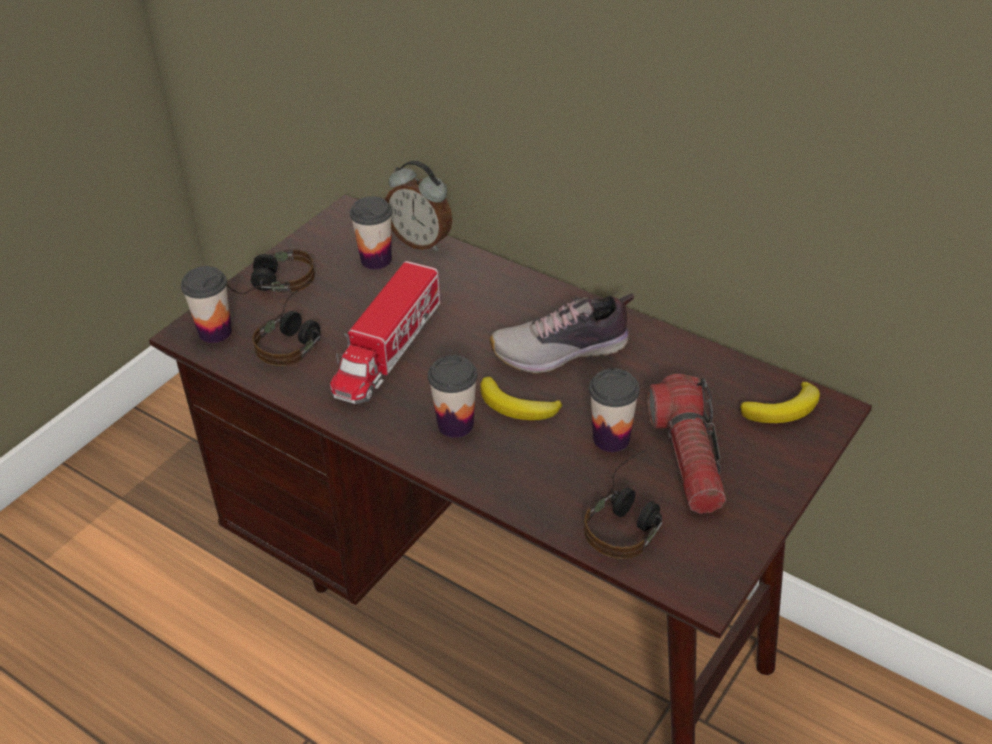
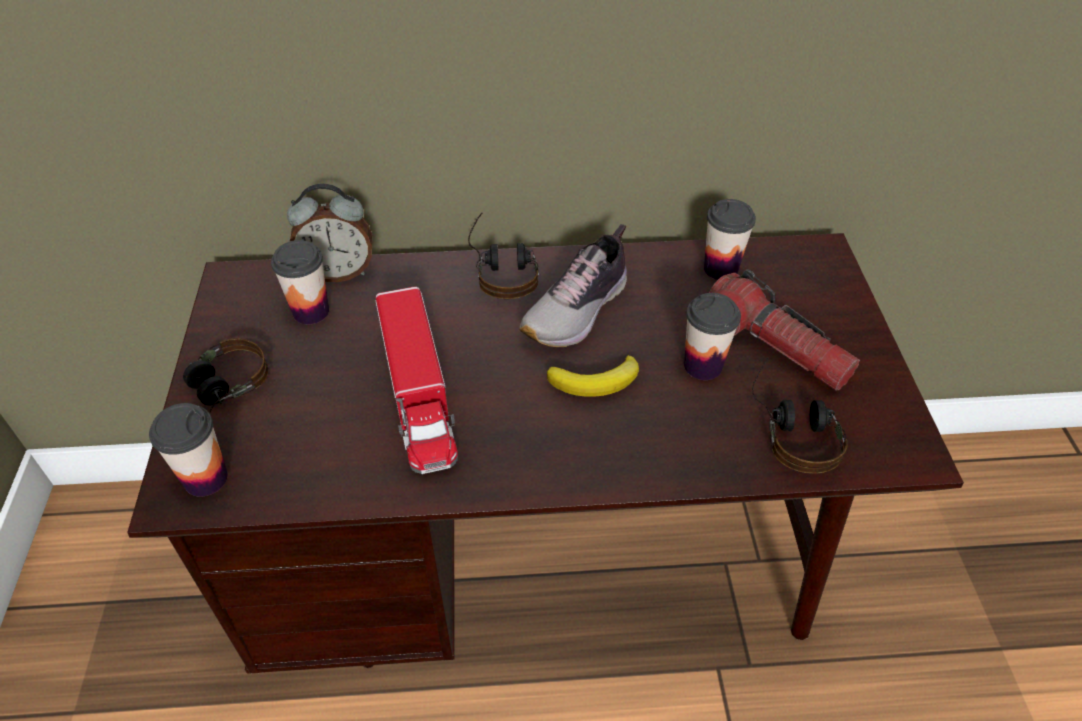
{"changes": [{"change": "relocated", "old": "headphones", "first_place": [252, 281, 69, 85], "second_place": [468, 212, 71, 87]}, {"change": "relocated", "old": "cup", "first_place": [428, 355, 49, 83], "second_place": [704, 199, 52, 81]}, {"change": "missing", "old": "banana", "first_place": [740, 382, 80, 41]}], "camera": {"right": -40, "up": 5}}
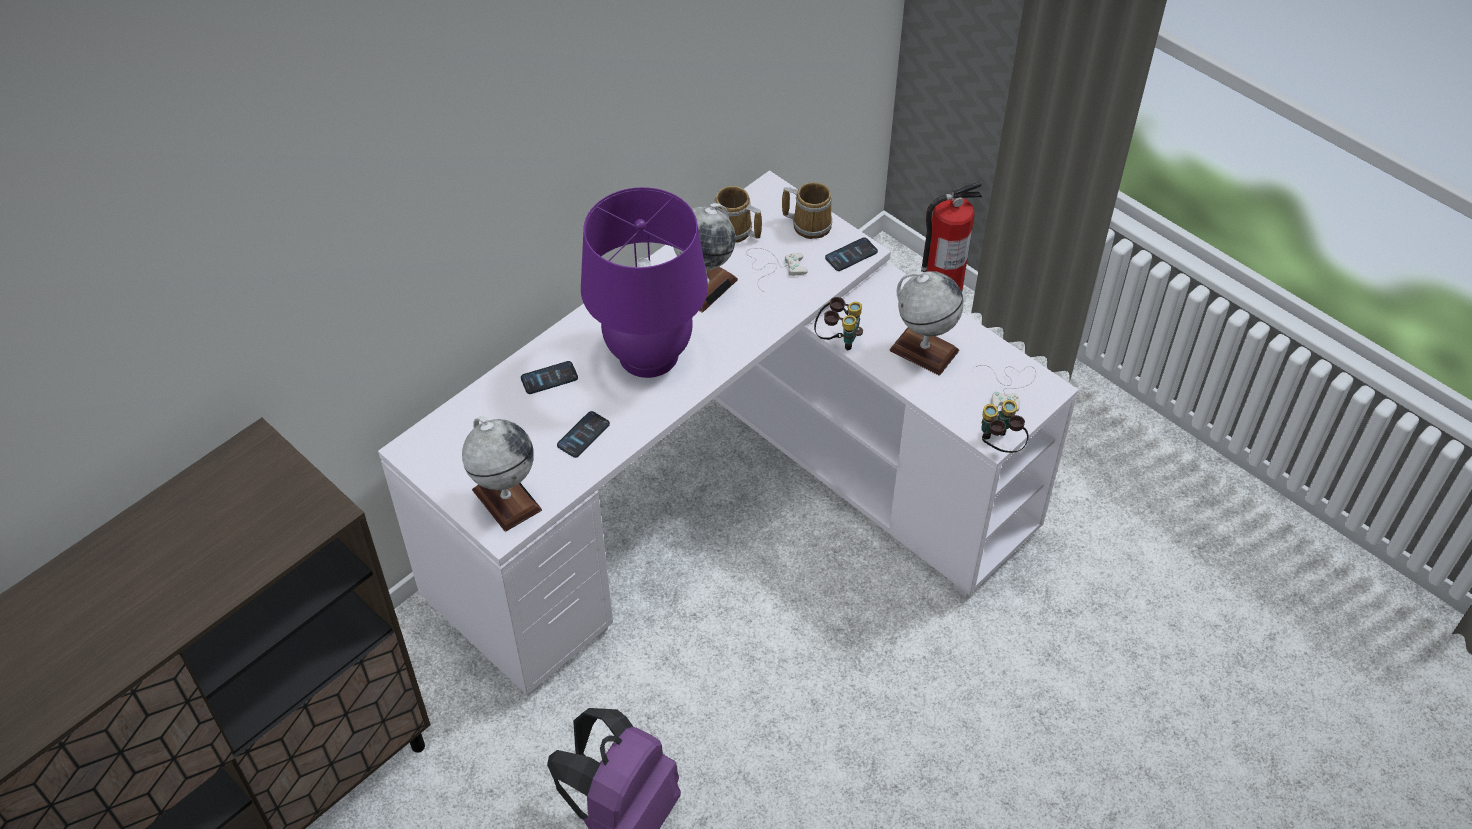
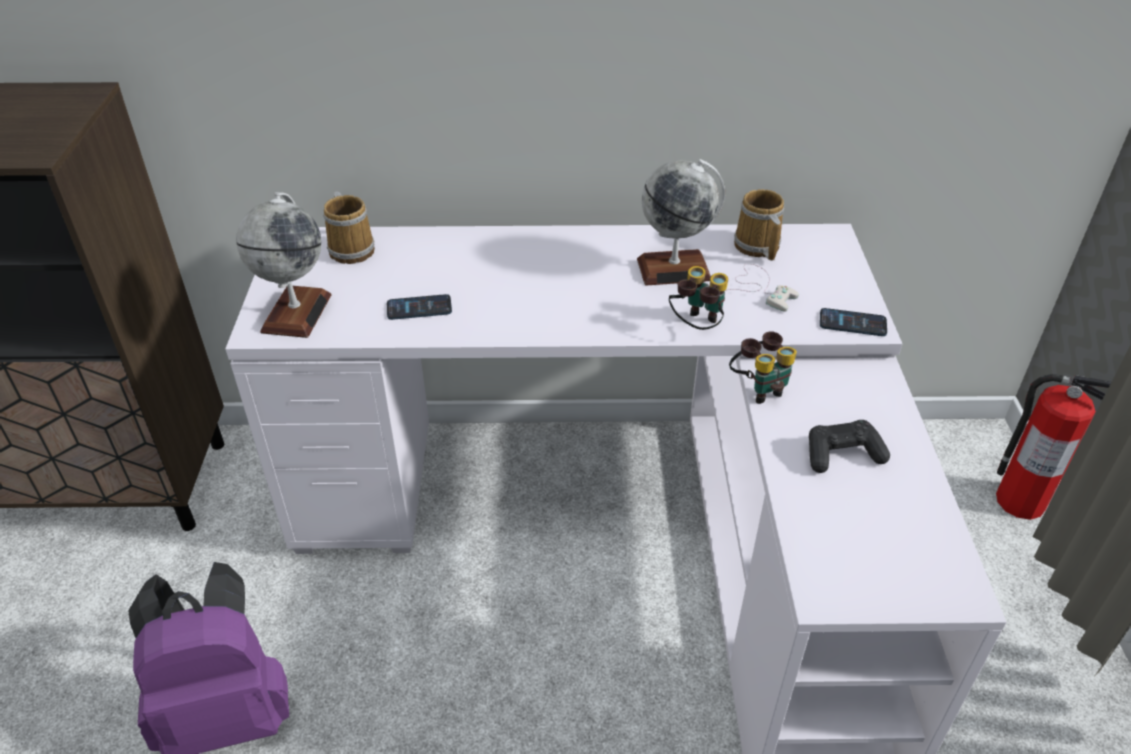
{"changes": [{"change": "relocated", "old": "mug", "first_place": [782, 182, 51, 57], "second_place": [323, 192, 52, 72]}, {"change": "missing", "old": "purple table lamp", "first_place": [581, 187, 127, 191]}, {"change": "exchanged", "old": "globe", "new": "black game controller", "first_place": [890, 271, 74, 104], "second_place": [809, 420, 81, 53]}, {"change": "missing", "old": "phone", "first_place": [521, 361, 57, 33]}, {"change": "missing", "old": "white game controller", "first_place": [972, 365, 64, 46]}, {"change": "relocated", "old": "binoculars", "first_place": [981, 400, 48, 53], "second_place": [669, 266, 59, 64]}], "camera": {"right": 45, "up": -10}}
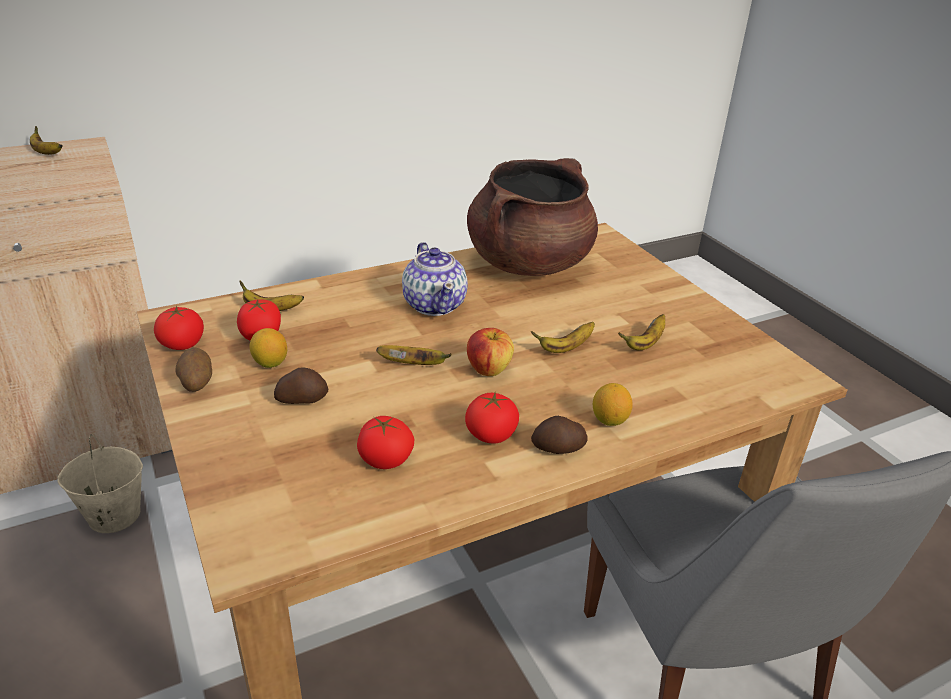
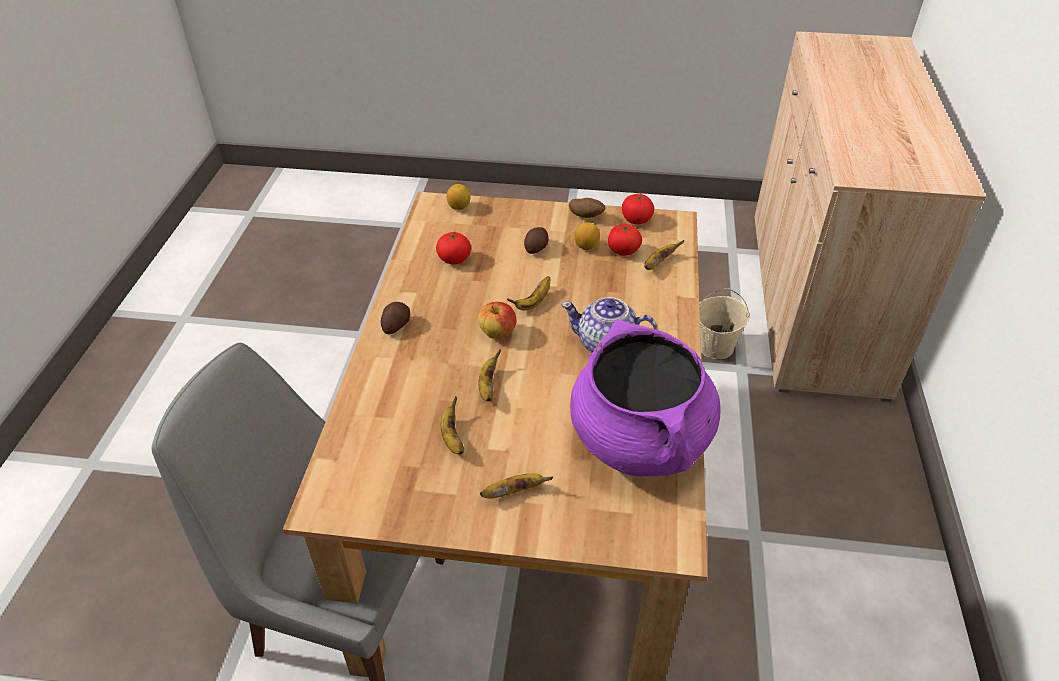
{"changes": [{"change": "relocated", "old": "banana", "first_place": [30, 126, 33, 29], "second_place": [480, 473, 73, 26]}, {"change": "colour", "old": "brown cooking pot", "new": "purple cooking pot", "first_place": [467, 158, 131, 118], "second_place": [570, 320, 151, 156]}, {"change": "relocated", "old": "lemon", "first_place": [593, 383, 40, 43], "second_place": [447, 184, 24, 26]}, {"change": "missing", "old": "tomato", "first_place": [465, 393, 54, 50]}], "camera": {"right": 125, "up": 10}}
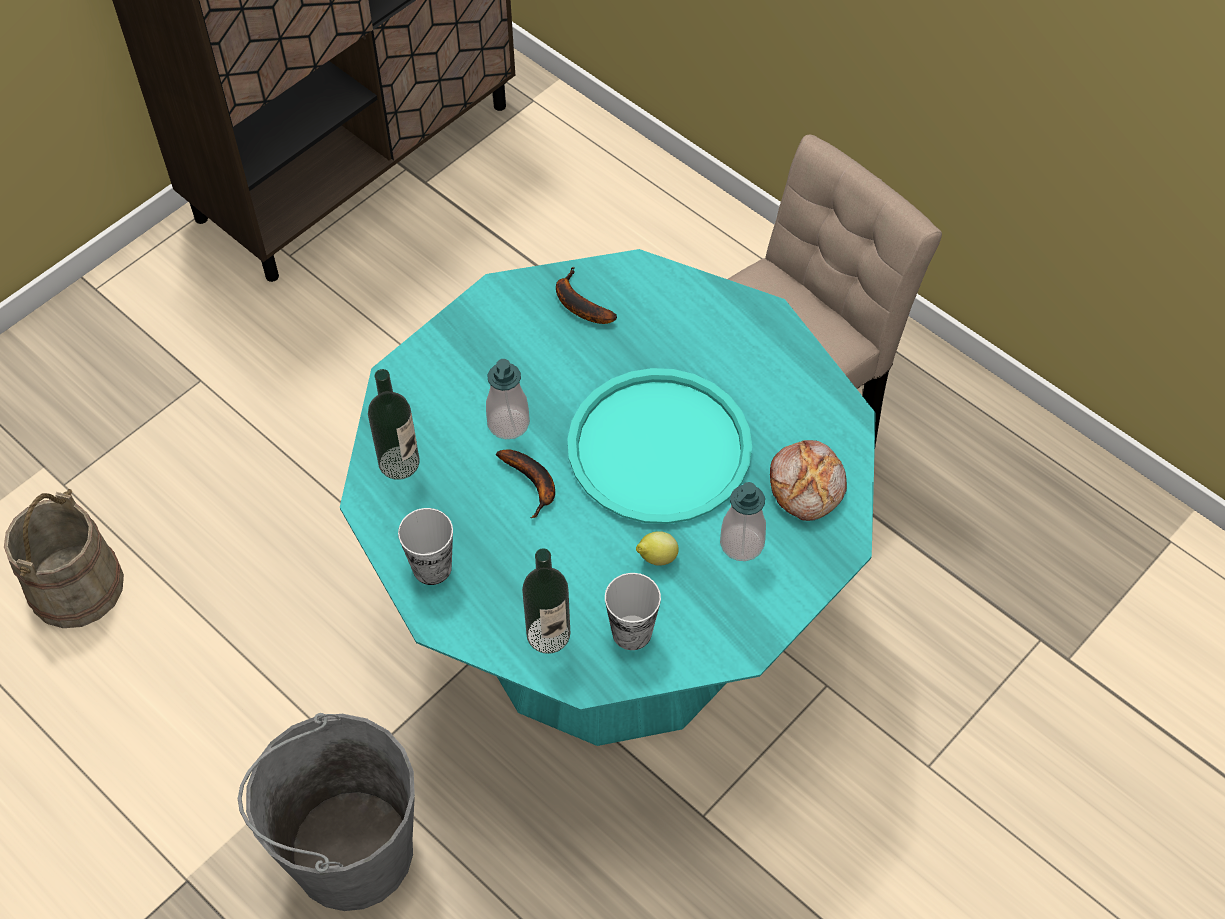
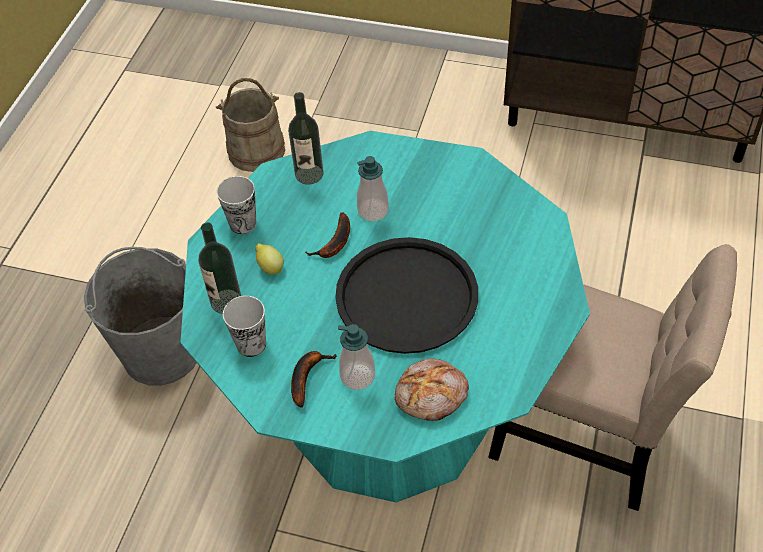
{"changes": [{"change": "relocated", "old": "banana", "first_place": [556, 267, 61, 57], "second_place": [291, 351, 47, 57]}, {"change": "colour", "old": "turquoise tray", "new": "black tray", "first_place": [568, 368, 184, 156], "second_place": [335, 237, 143, 117]}, {"change": "relocated", "old": "lemon", "first_place": [636, 531, 43, 35], "second_place": [255, 243, 29, 31]}], "camera": {"right": 65, "up": -5}}
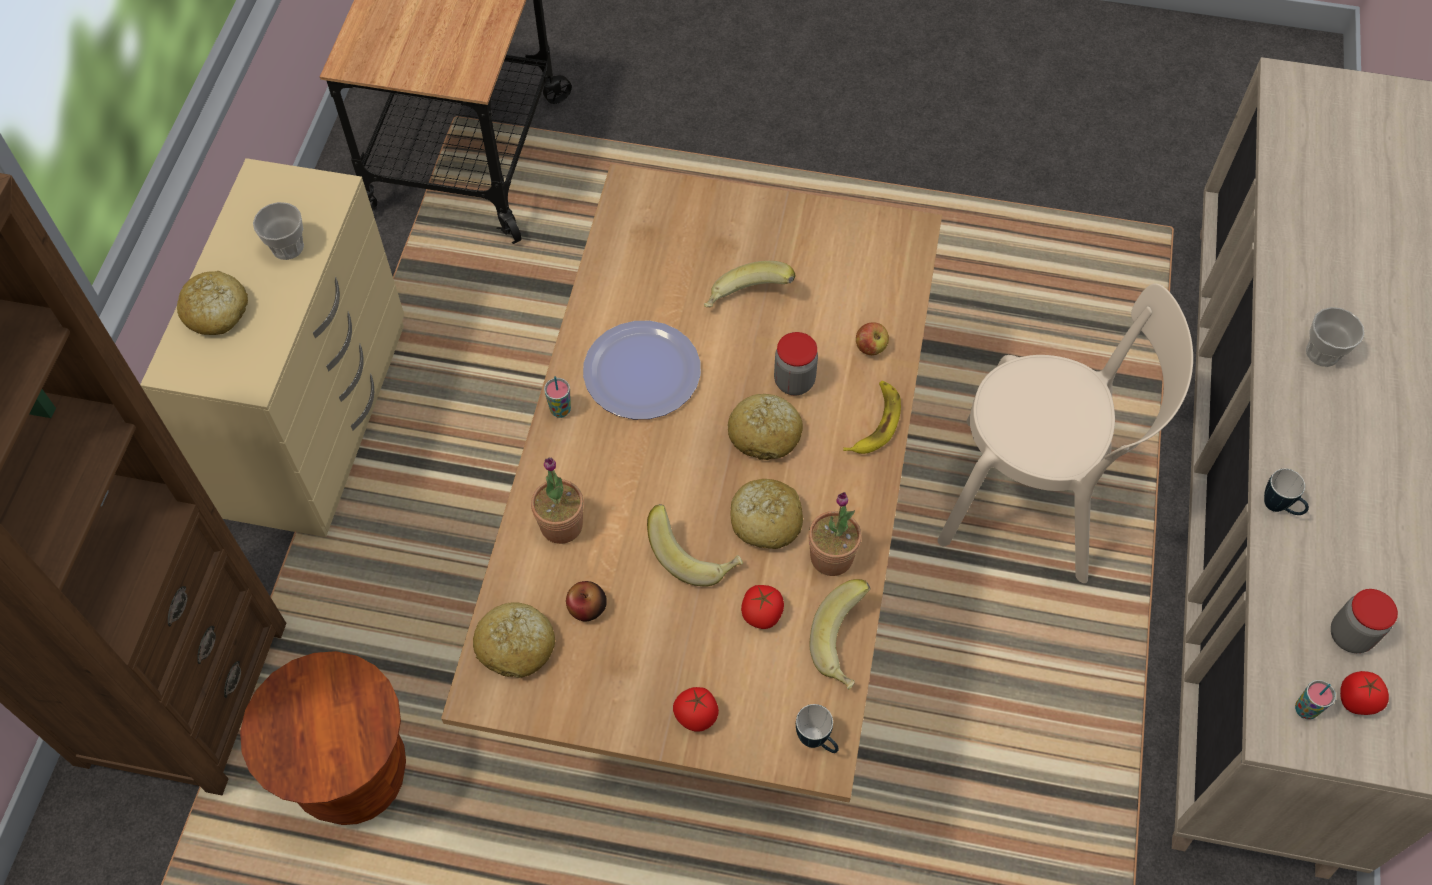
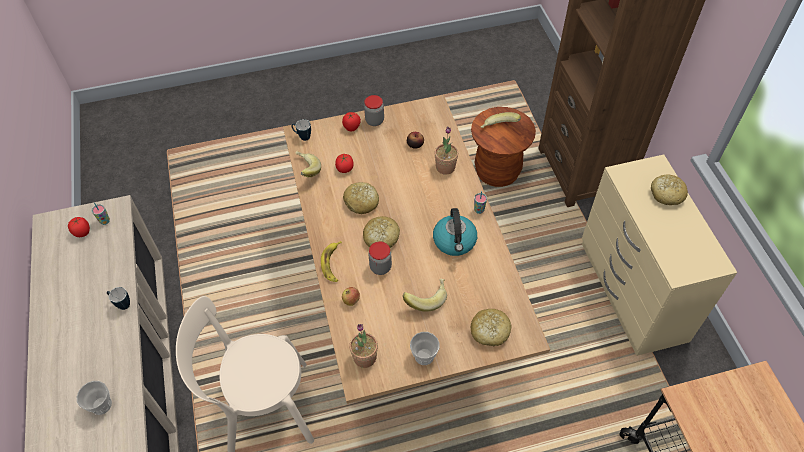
{"changes": [{"change": "relocated", "old": "cup", "first_place": [253, 202, 51, 58], "second_place": [410, 332, 29, 33]}, {"change": "exchanged", "old": "plate", "new": "kettle", "first_place": [583, 321, 118, 98], "second_place": [433, 208, 44, 48]}, {"change": "relocated", "old": "potted plant", "first_place": [808, 492, 54, 84], "second_place": [349, 324, 29, 44]}, {"change": "relocated", "old": "banana", "first_place": [647, 504, 96, 83], "second_place": [480, 112, 41, 16]}, {"change": "relocated", "old": "jar", "first_place": [1331, 589, 67, 64], "second_place": [364, 95, 20, 31]}, {"change": "relocated", "old": "bread", "first_place": [473, 602, 82, 76], "second_place": [471, 309, 40, 37]}], "camera": {"right": 155, "up": -5}}
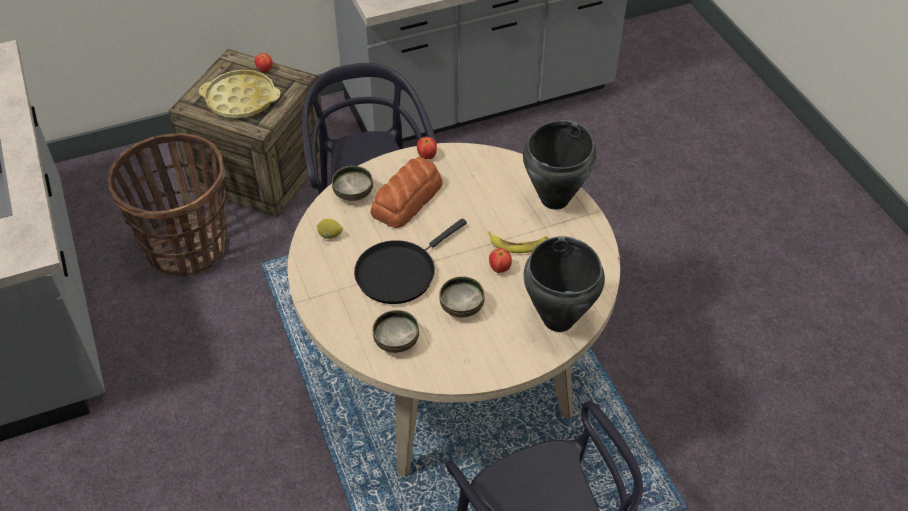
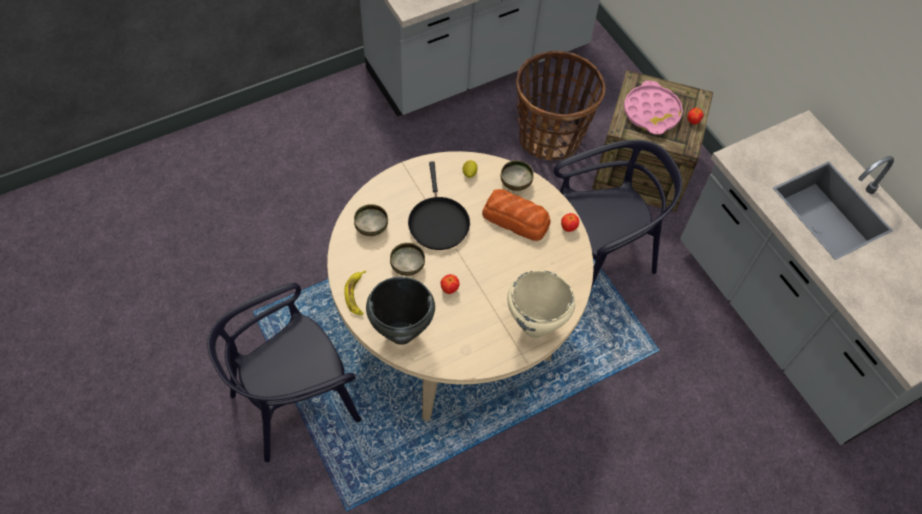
{"changes": [{"change": "colour", "old": "yellow tray", "new": "pink tray", "first_place": [199, 70, 82, 48], "second_place": [624, 81, 59, 54]}, {"change": "colour", "old": "black cooking pot", "new": "beige cooking pot", "first_place": [523, 120, 73, 90], "second_place": [507, 270, 68, 68]}, {"change": "spun", "old": "black frying pan", "first_place": [354, 218, 113, 86], "second_place": [408, 161, 62, 89], "degrees": -135}, {"change": "relocated", "old": "banana", "first_place": [488, 231, 60, 22], "second_place": [344, 271, 22, 44]}], "camera": {"right": 80, "up": 10}}
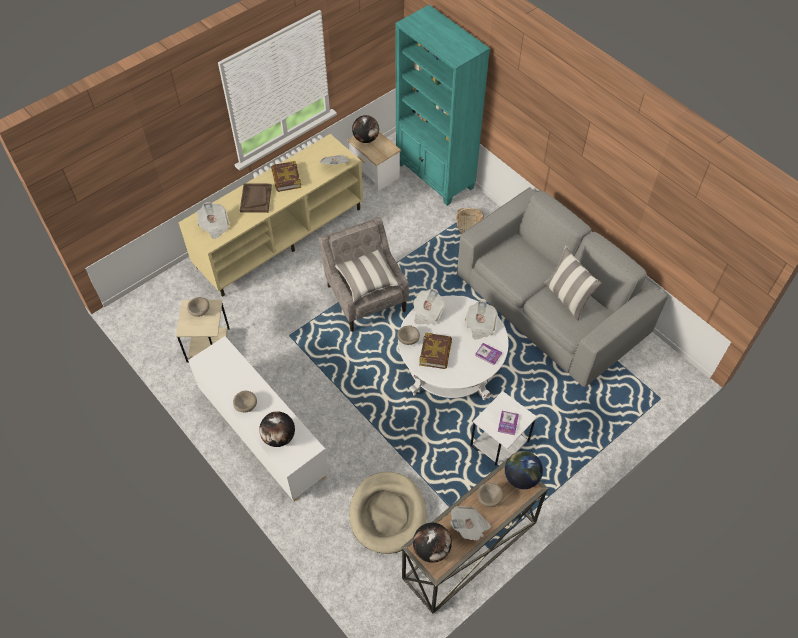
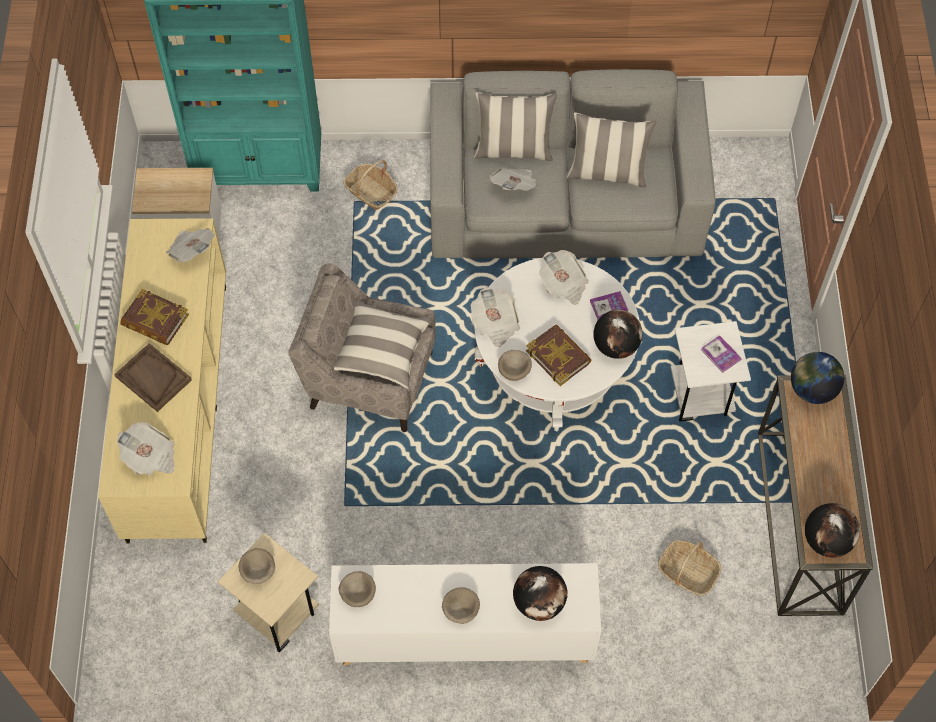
{"changes": [{"change": "relocated", "old": "globe", "first_place": [352, 115, 27, 28], "second_place": [593, 310, 50, 49]}, {"change": "exchanged", "old": "beige dog bed", "new": "basket", "first_place": [349, 472, 78, 82], "second_place": [658, 540, 63, 56]}, {"change": "relocated", "old": "beige bowl", "first_place": [478, 483, 25, 24], "second_place": [338, 571, 38, 36]}, {"change": "relocated", "old": "newspaper", "first_place": [450, 506, 41, 35], "second_place": [490, 167, 47, 24]}, {"change": "appeared", "new": "pillow", "second_place": [474, 92, 83, 69]}], "camera": {"right": -50, "up": 5}}
